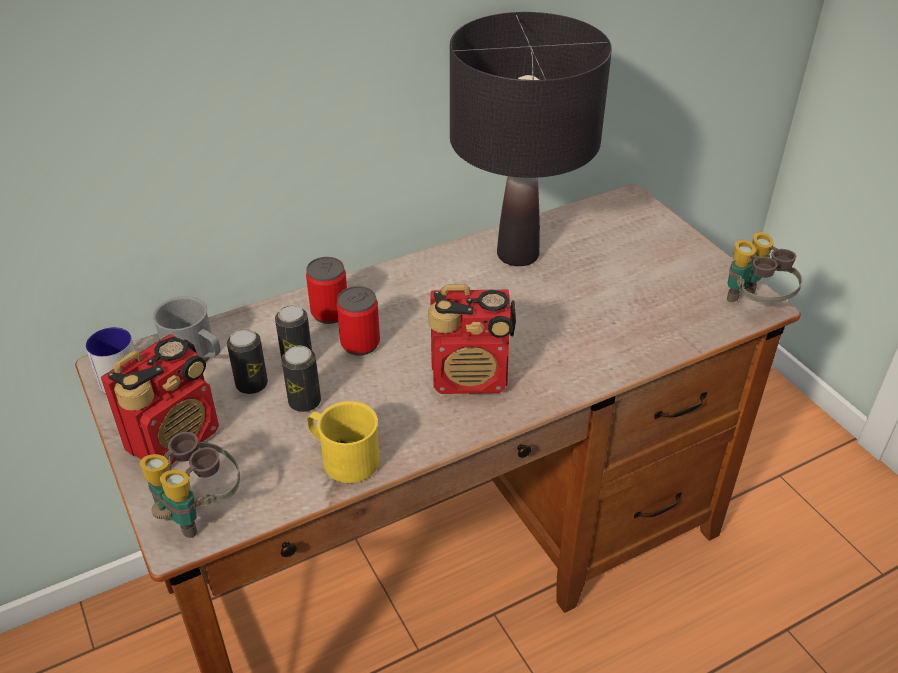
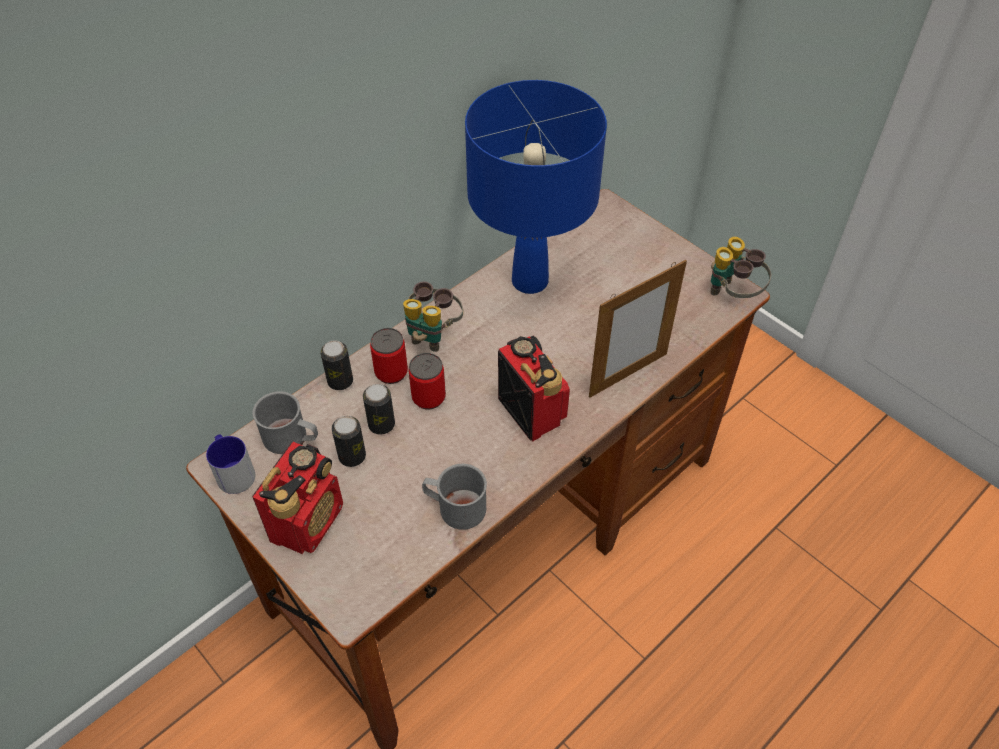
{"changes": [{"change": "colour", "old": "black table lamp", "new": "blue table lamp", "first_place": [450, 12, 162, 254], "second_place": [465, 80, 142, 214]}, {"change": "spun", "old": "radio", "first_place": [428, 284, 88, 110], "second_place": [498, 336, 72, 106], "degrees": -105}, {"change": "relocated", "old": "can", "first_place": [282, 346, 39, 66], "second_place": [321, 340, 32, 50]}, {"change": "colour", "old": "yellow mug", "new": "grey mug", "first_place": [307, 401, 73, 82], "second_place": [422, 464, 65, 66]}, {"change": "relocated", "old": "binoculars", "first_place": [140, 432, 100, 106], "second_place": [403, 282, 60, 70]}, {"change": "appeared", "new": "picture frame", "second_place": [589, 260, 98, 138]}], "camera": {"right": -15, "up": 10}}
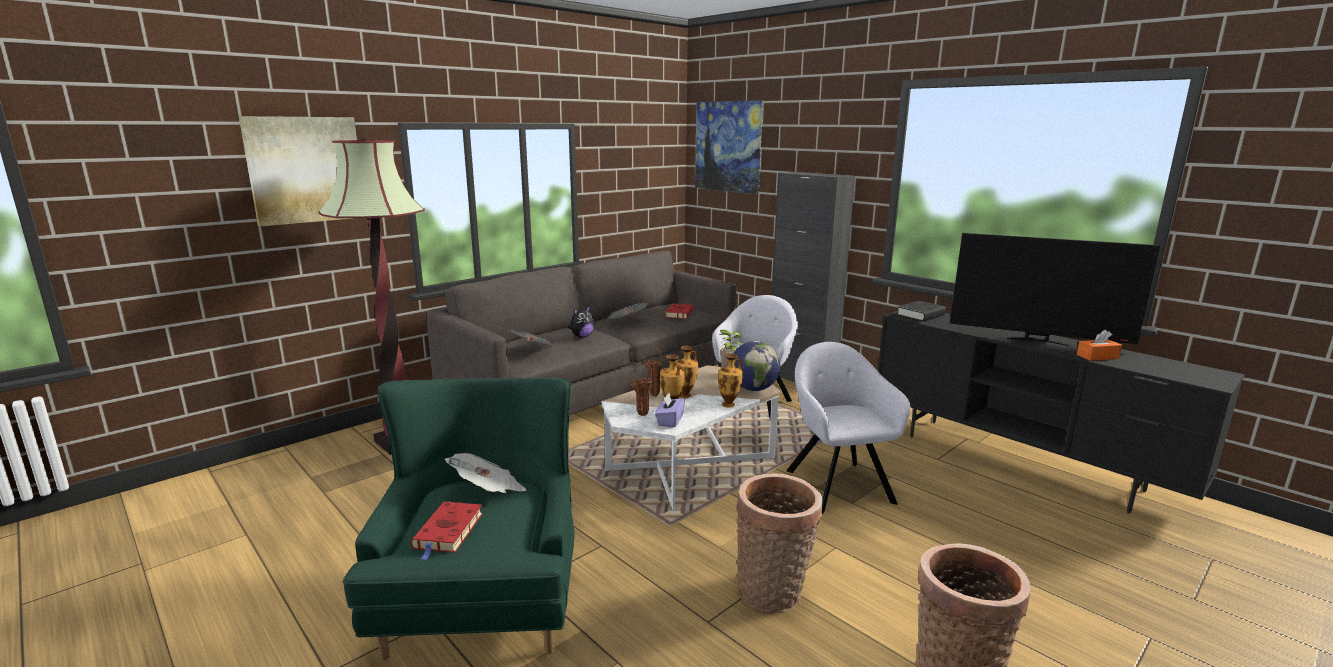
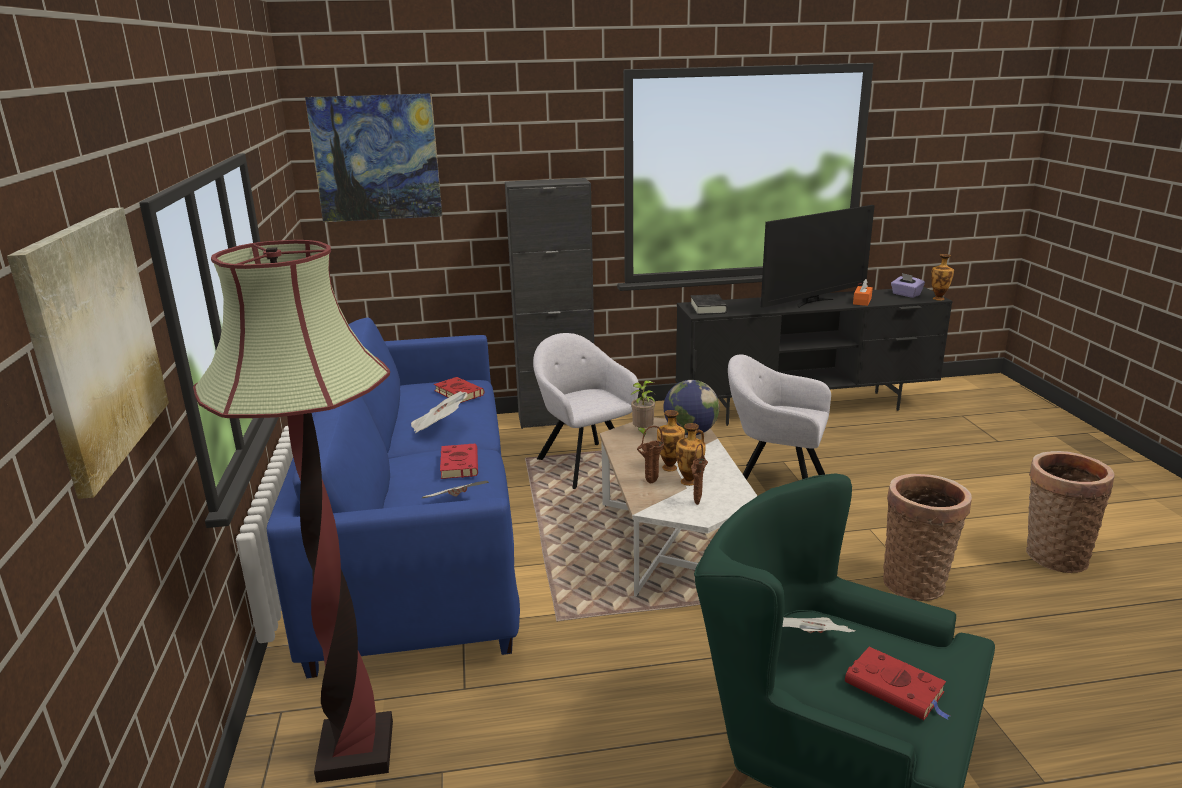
{"changes": [{"change": "colour", "old": "grey sofa", "new": "blue sofa", "first_place": [427, 251, 309, 164], "second_place": [267, 318, 253, 360]}, {"change": "exchanged", "old": "plush toy", "new": "red book", "first_place": [568, 306, 26, 32], "second_place": [440, 444, 38, 35]}, {"change": "relocated", "old": "vase", "first_place": [718, 353, 25, 55], "second_place": [931, 254, 23, 47]}, {"change": "relocated", "old": "purple tissue box", "first_place": [655, 393, 30, 35], "second_place": [891, 273, 34, 25]}], "camera": {"right": -55, "up": 5}}
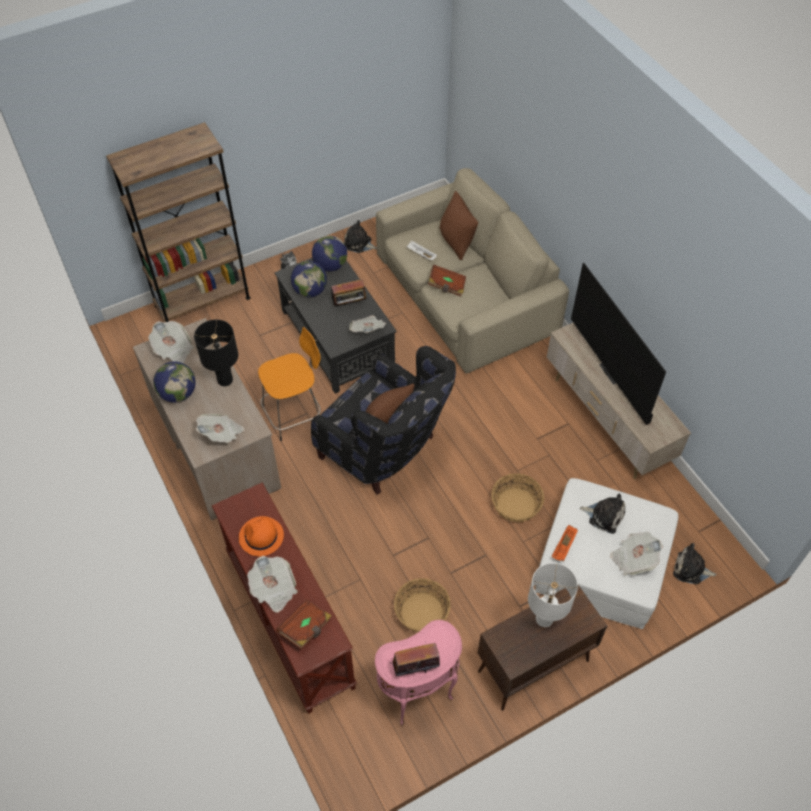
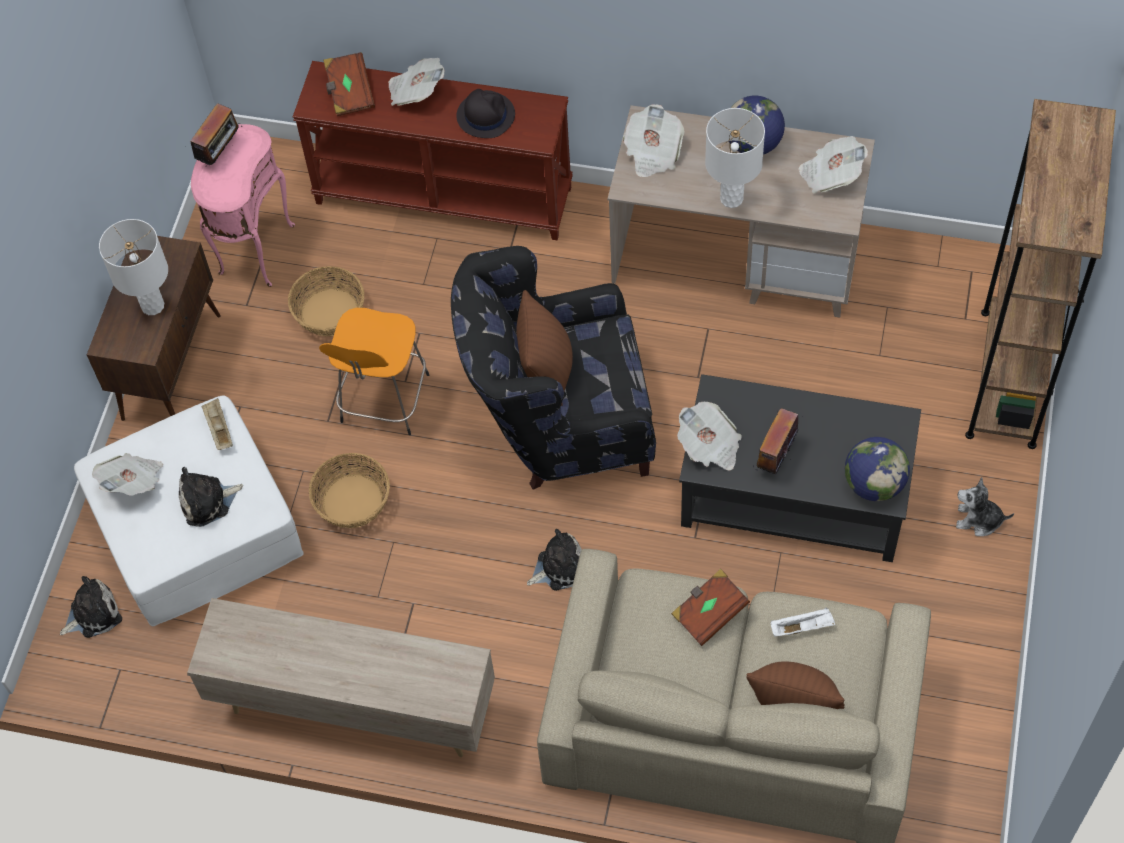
{"changes": [{"change": "relocated", "old": "plush toy", "first_place": [344, 220, 33, 33], "second_place": [527, 529, 55, 62]}, {"change": "missing", "old": "globe", "first_place": [291, 261, 36, 37]}, {"change": "missing", "old": "television", "first_place": [571, 263, 95, 162]}, {"change": "colour", "old": "black table lamp", "new": "white table lamp", "first_place": [194, 320, 44, 66], "second_place": [705, 108, 60, 100]}, {"change": "relocated", "old": "orange stool", "first_place": [258, 327, 63, 114], "second_place": [319, 308, 110, 127]}, {"change": "colour", "old": "orange hat", "new": "black hat", "first_place": [239, 516, 45, 40], "second_place": [456, 89, 59, 49]}, {"change": "colour", "old": "orange tray", "new": "beige tray", "first_place": [552, 525, 26, 36], "second_place": [201, 398, 32, 52]}], "camera": {"right": 135, "up": 5}}
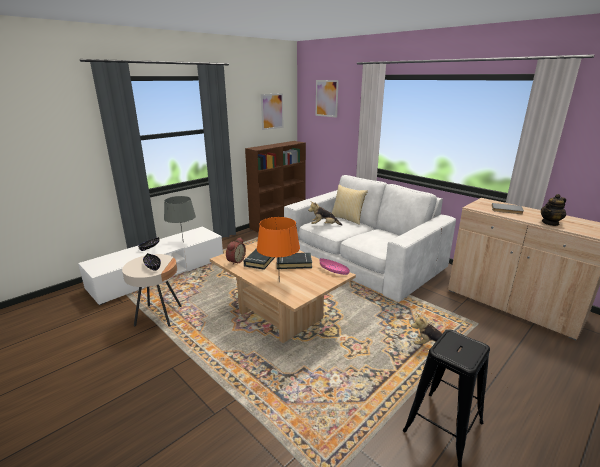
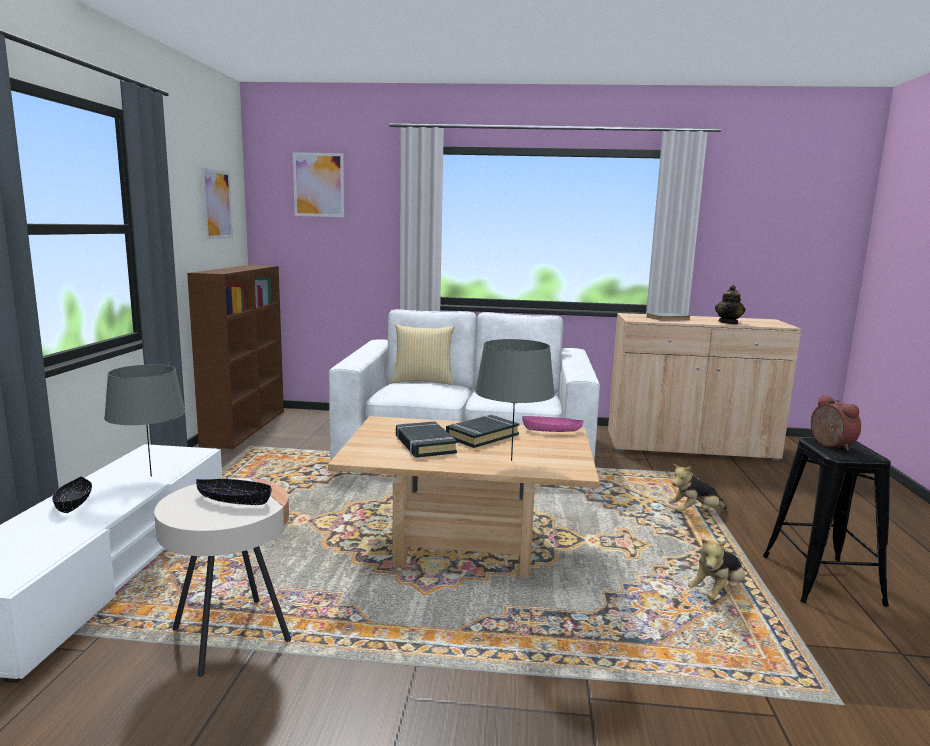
{"changes": [{"change": "relocated", "old": "plush toy", "first_place": [308, 201, 34, 24], "second_place": [688, 539, 57, 61]}, {"change": "colour", "old": "orange table lamp", "new": "grey table lamp", "first_place": [257, 217, 43, 65], "second_place": [475, 339, 80, 122]}, {"change": "relocated", "old": "alarm clock", "first_place": [226, 237, 20, 28], "second_place": [811, 395, 50, 56]}], "camera": {"right": -40, "up": -10}}
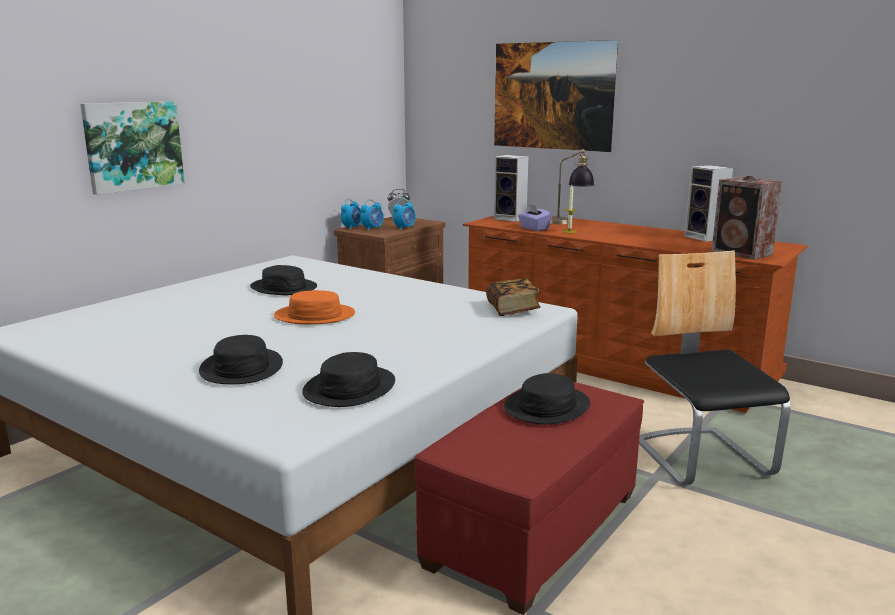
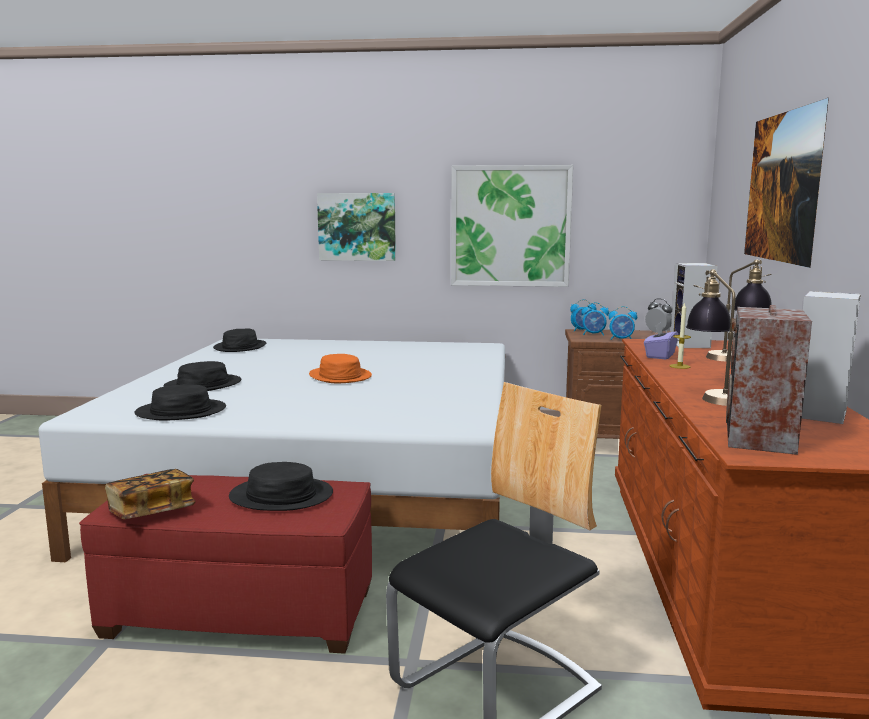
{"changes": [{"change": "relocated", "old": "black hat", "first_place": [250, 265, 67, 30], "second_place": [213, 328, 53, 24]}, {"change": "relocated", "old": "book", "first_place": [486, 278, 55, 38], "second_place": [105, 469, 91, 50]}, {"change": "appeared", "new": "picture", "second_place": [451, 165, 122, 122]}, {"change": "appeared", "new": "table lamp", "second_place": [686, 269, 50, 137]}], "camera": {"right": 60, "up": -5}}
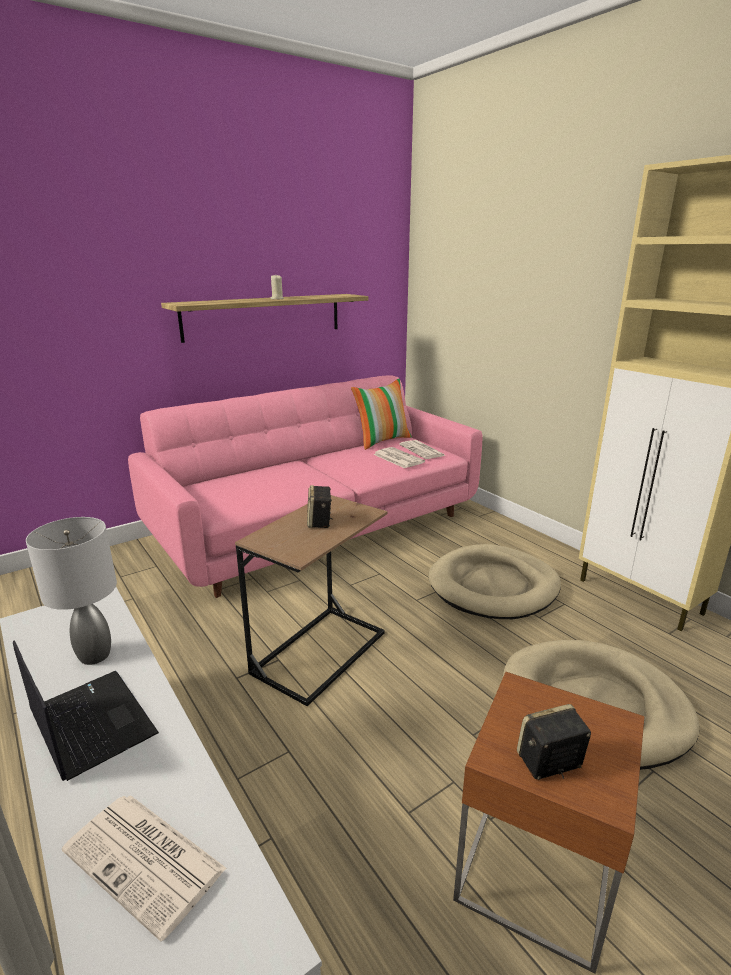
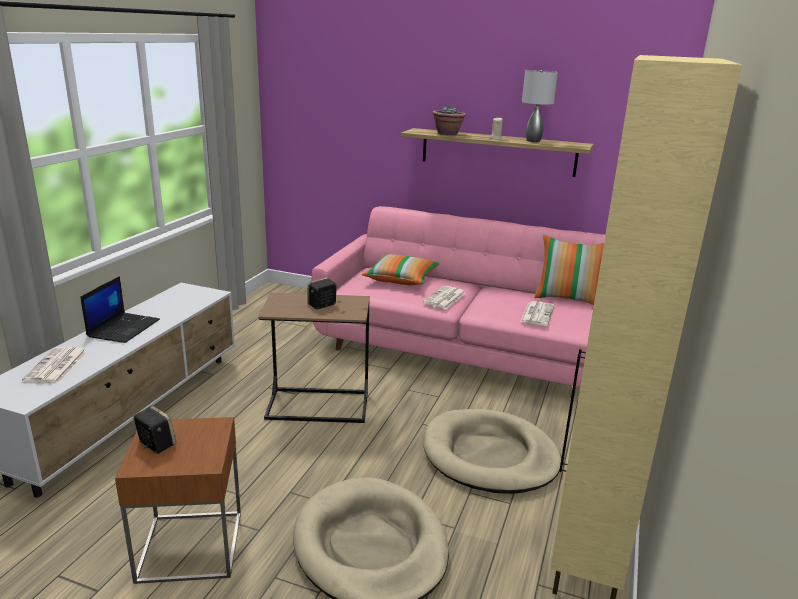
{"changes": [{"change": "relocated", "old": "newspaper", "first_place": [399, 440, 46, 19], "second_place": [423, 286, 43, 23]}, {"change": "relocated", "old": "grey table lamp", "first_place": [26, 517, 91, 148], "second_place": [522, 70, 36, 72]}, {"change": "appeared", "new": "potted plant", "second_place": [432, 106, 34, 30]}, {"change": "appeared", "new": "pillow", "second_place": [362, 254, 77, 31]}], "camera": {"right": 55, "up": 0}}
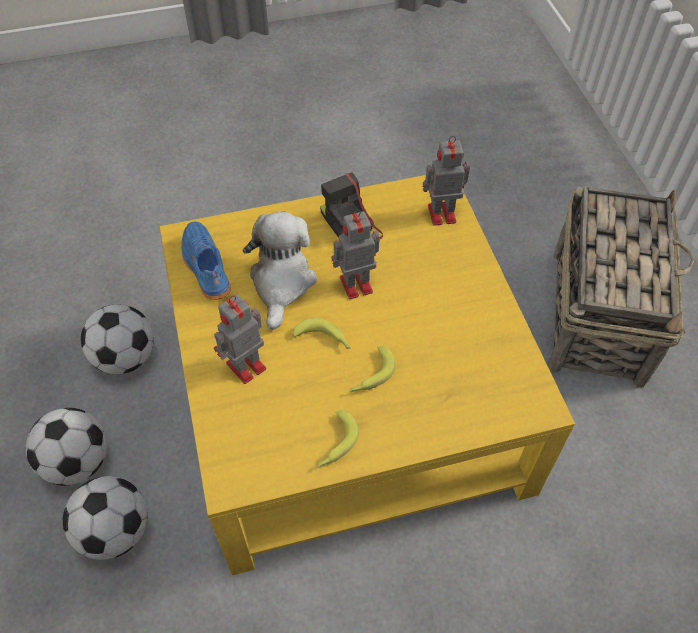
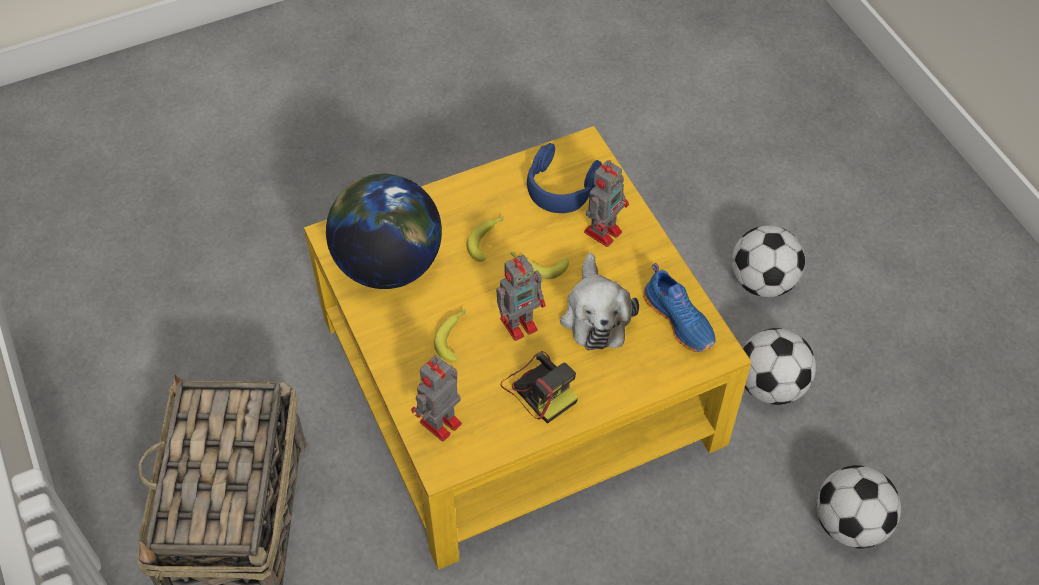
{"changes": [{"change": "spun", "old": "toy robot", "first_place": [423, 136, 47, 90], "second_place": [411, 355, 51, 86], "degrees": 150}, {"change": "relocated", "old": "banana", "first_place": [318, 410, 41, 58], "second_place": [434, 309, 31, 53]}, {"change": "relocated", "old": "football", "first_place": [63, 476, 85, 84], "second_place": [816, 465, 85, 84]}, {"change": "appeared", "new": "blue headphones", "second_place": [527, 143, 75, 70]}, {"change": "appeared", "new": "globe", "second_place": [326, 174, 116, 115]}], "camera": {"right": 170, "up": 0}}
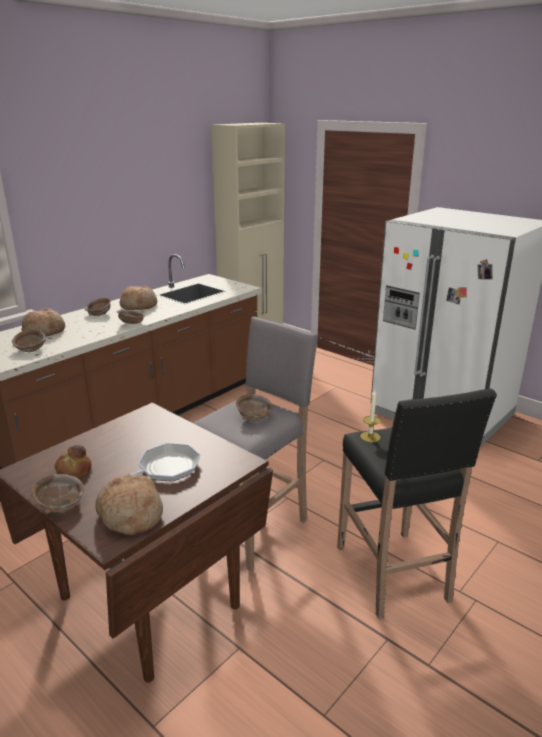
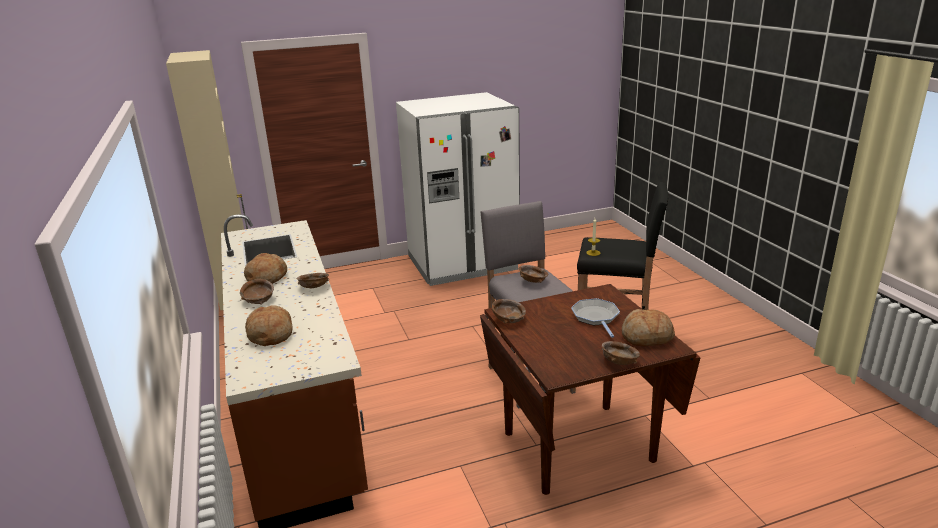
{"changes": [{"change": "relocated", "old": "brown bowl", "first_place": [12, 329, 34, 23], "second_place": [491, 299, 35, 25]}, {"change": "missing", "old": "bread", "first_place": [55, 445, 36, 33]}], "camera": {"right": -60, "up": 0}}
